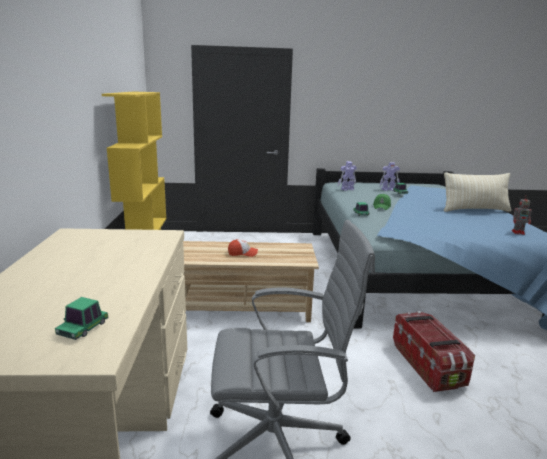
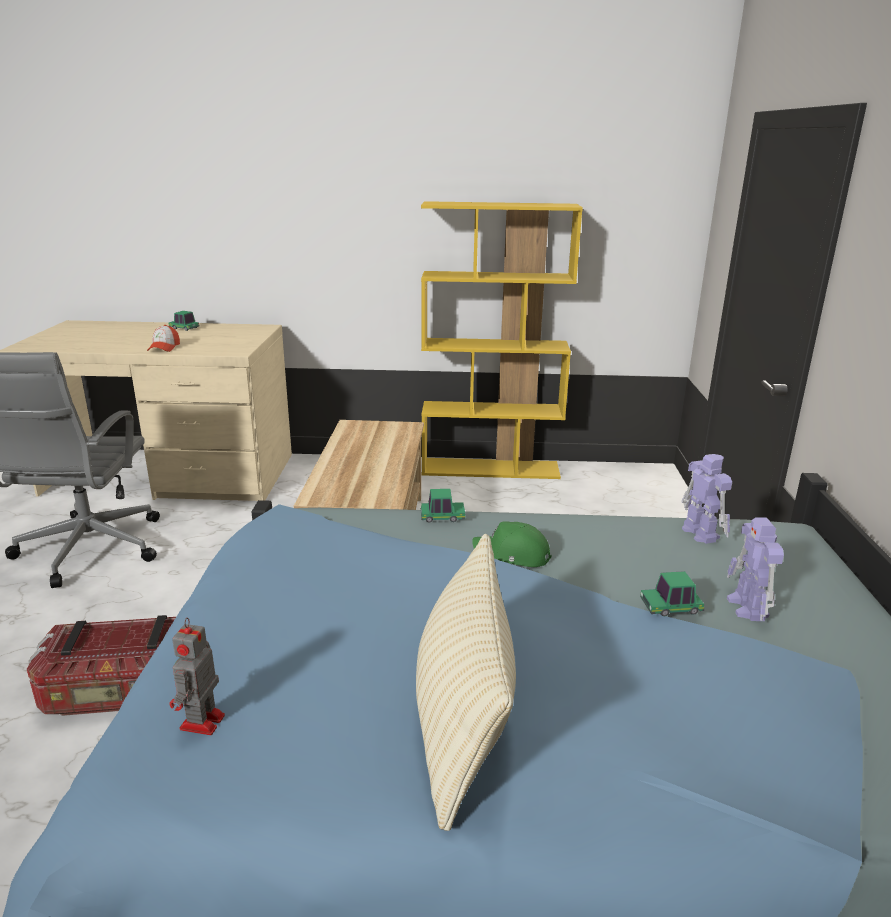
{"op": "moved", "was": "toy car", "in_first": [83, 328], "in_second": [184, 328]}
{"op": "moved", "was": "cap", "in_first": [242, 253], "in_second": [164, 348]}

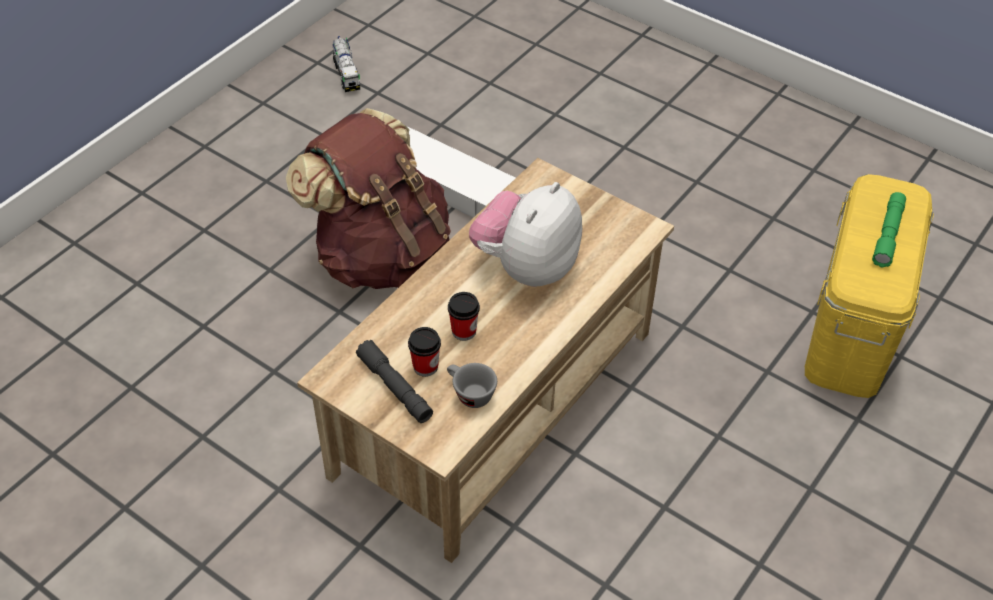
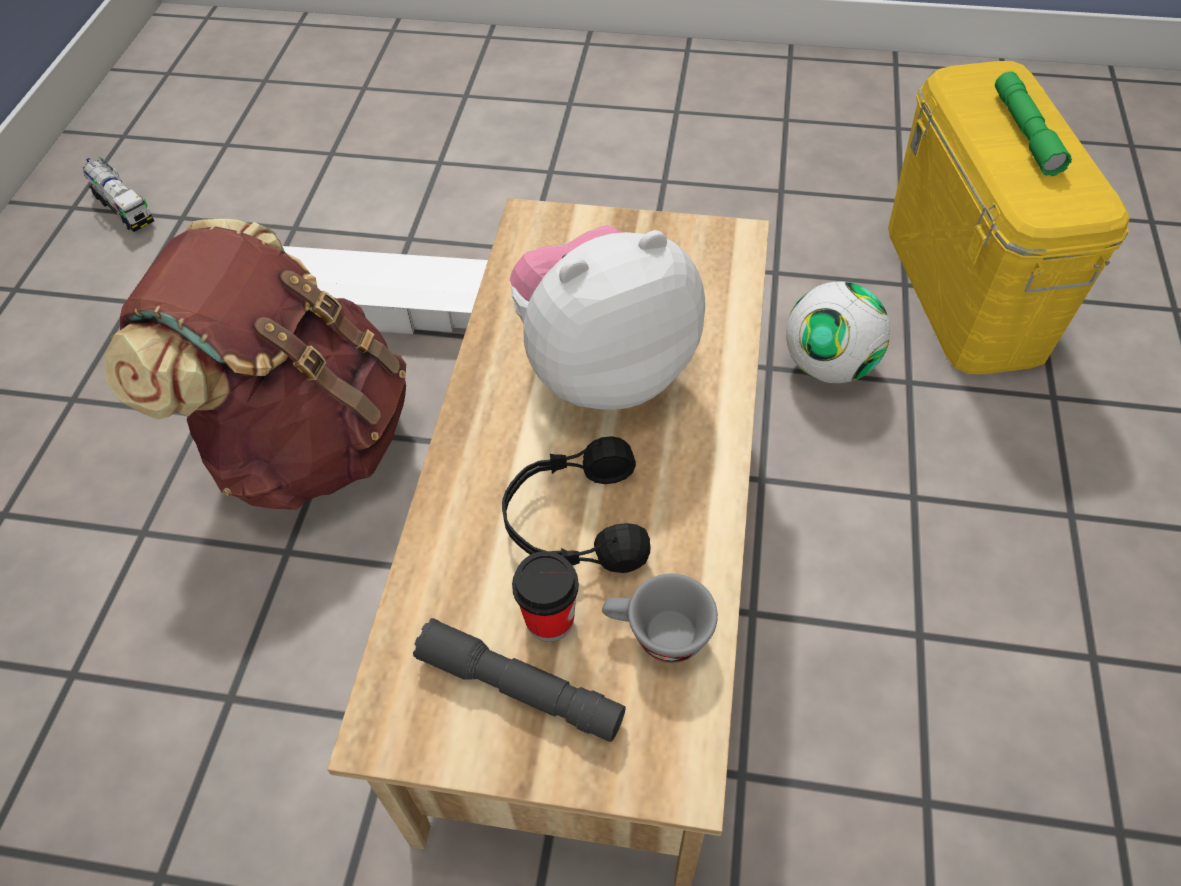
{"op": "replaced", "was": "cup", "now": "black headphones", "in_first": [464, 331], "in_second": [574, 522]}
{"op": "turned", "was": "plush toy", "in_first": [526, 267], "in_second": [603, 368], "clockwise": 60}
{"op": "added", "now": "football", "in_second": [828, 365]}

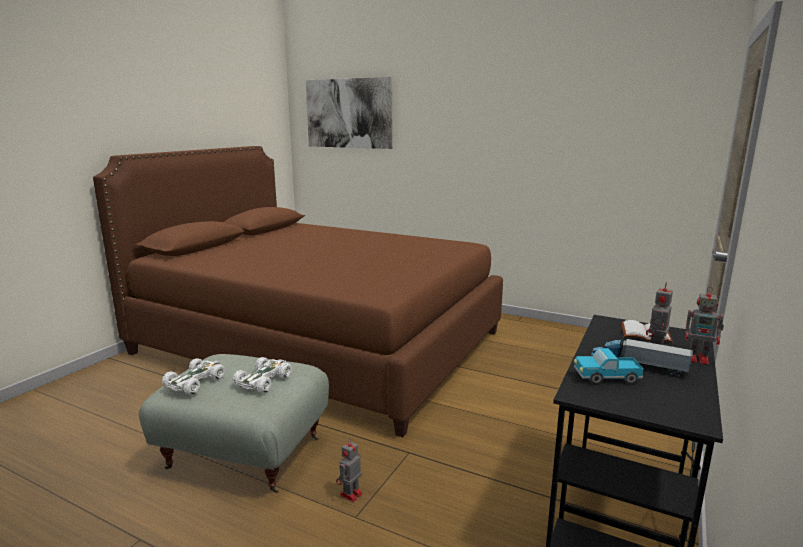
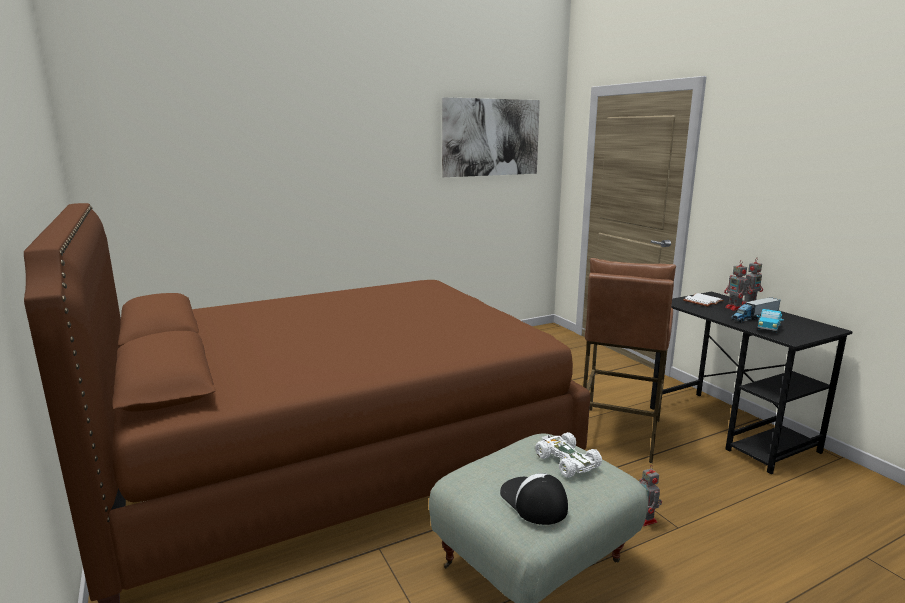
{"op": "replaced", "was": "white toy car", "now": "cap", "in_first": [195, 382], "in_second": [533, 501]}
{"op": "moved", "was": "picture", "in_first": [348, 113], "in_second": [491, 137]}
{"op": "added", "now": "brown stool", "in_second": [618, 433]}

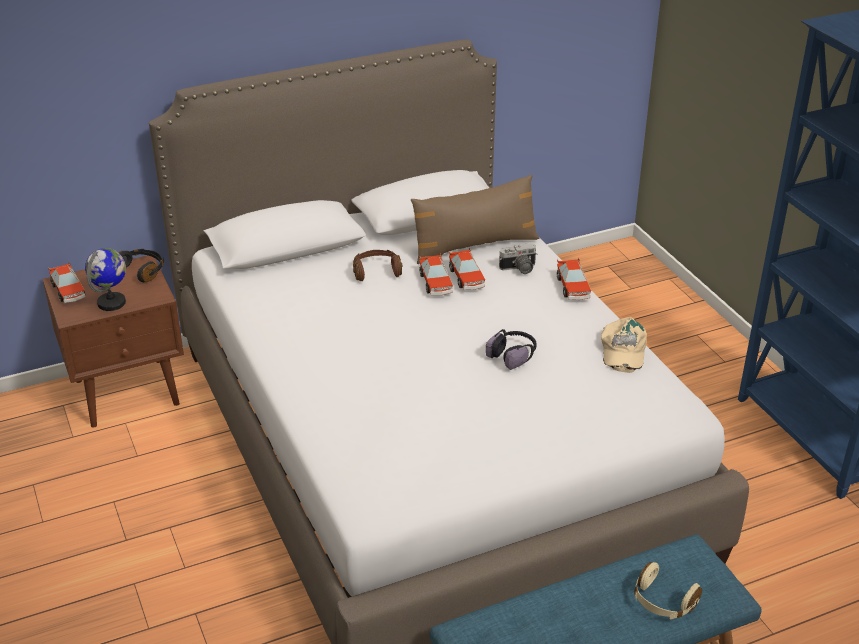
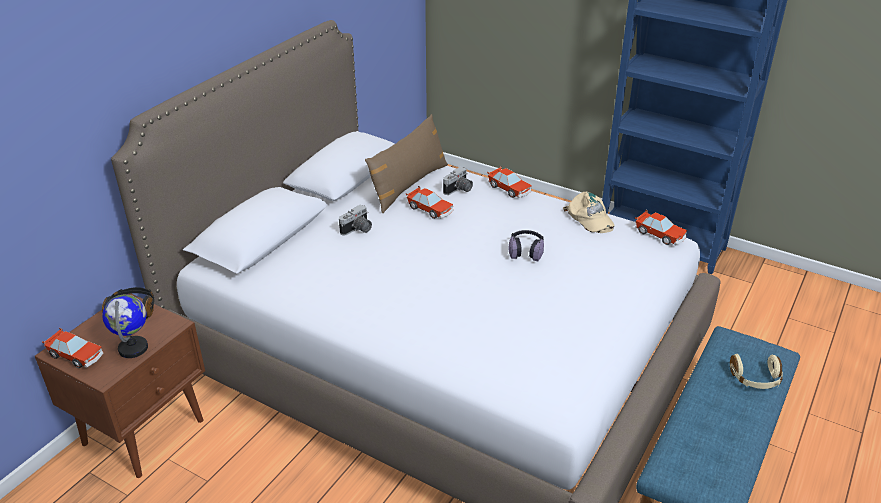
{"op": "replaced", "was": "brown headphones", "now": "photo camera", "in_first": [376, 271], "in_second": [357, 230]}
{"op": "moved", "was": "toy car", "in_first": [435, 283], "in_second": [660, 235]}

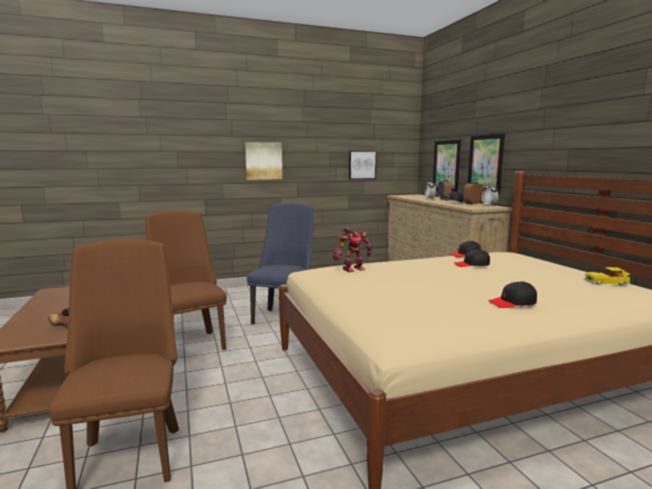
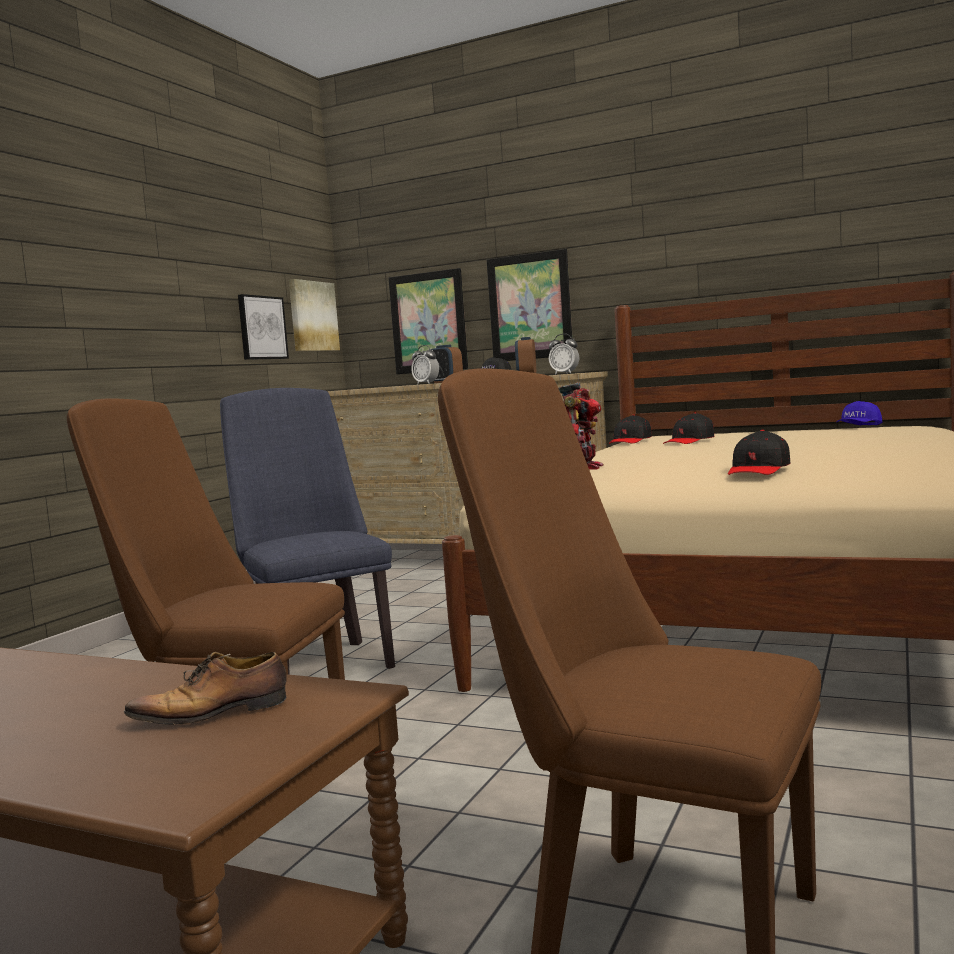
{"op": "moved", "was": "picture", "in_first": [263, 161], "in_second": [312, 316]}
{"op": "moved", "was": "black cap", "in_first": [512, 303], "in_second": [759, 470]}
{"op": "replaced", "was": "toy car", "now": "blue cap", "in_first": [607, 283], "in_second": [858, 427]}

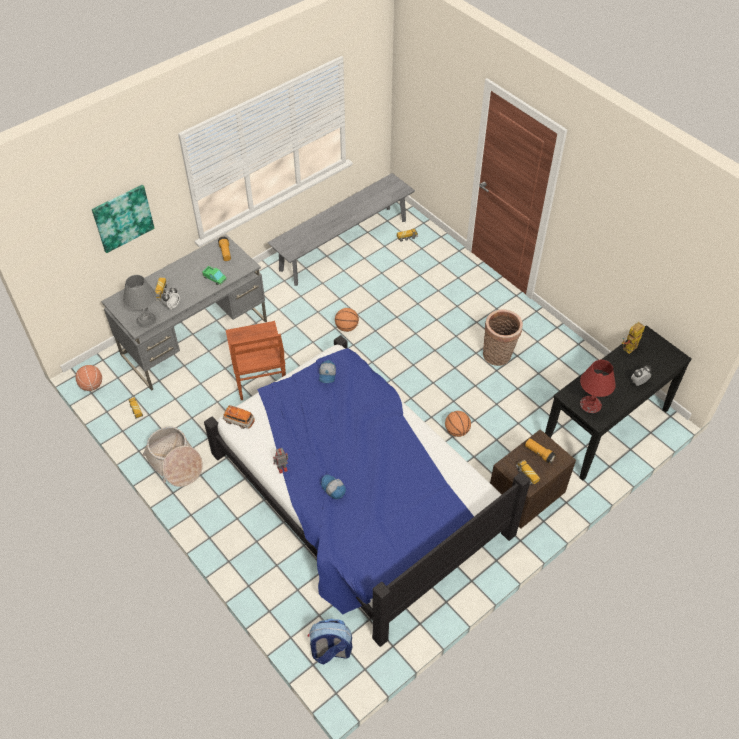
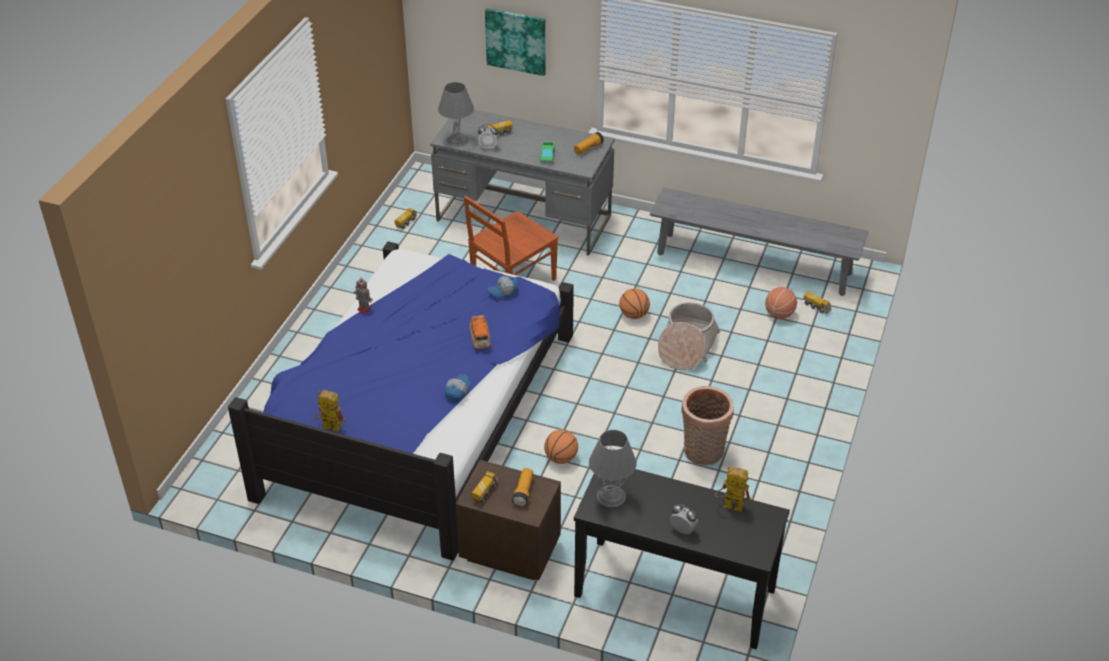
{"op": "moved", "was": "basketball", "in_first": [91, 385], "in_second": [779, 314]}
{"op": "moved", "was": "basket", "in_first": [175, 463], "in_second": [686, 347]}
{"op": "moved", "was": "toy car", "in_first": [239, 421], "in_second": [480, 339]}
{"op": "removed", "was": "backpack", "in_first": [330, 651]}
{"op": "moved", "was": "cap", "in_first": [333, 489], "in_second": [457, 391]}
{"op": "recoloured", "was": "red table lamp", "now": "grey table lamp", "in_first": [590, 404], "in_second": [611, 495]}
{"op": "added", "now": "toy robot", "in_second": [327, 427]}

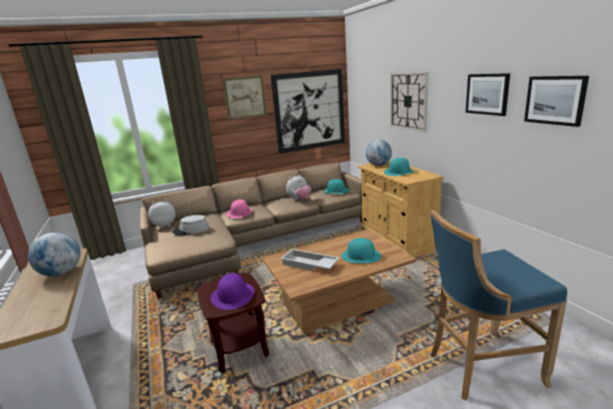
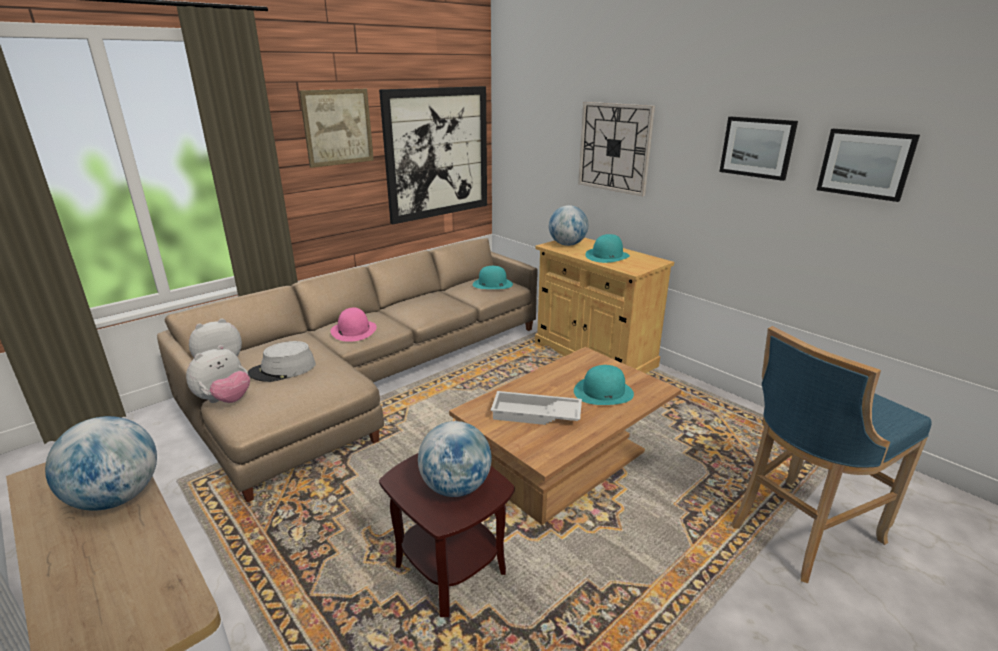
{"op": "replaced", "was": "purple hat", "now": "globe", "in_first": [233, 295], "in_second": [456, 487]}
{"op": "moved", "was": "plush toy", "in_first": [299, 199], "in_second": [225, 400]}

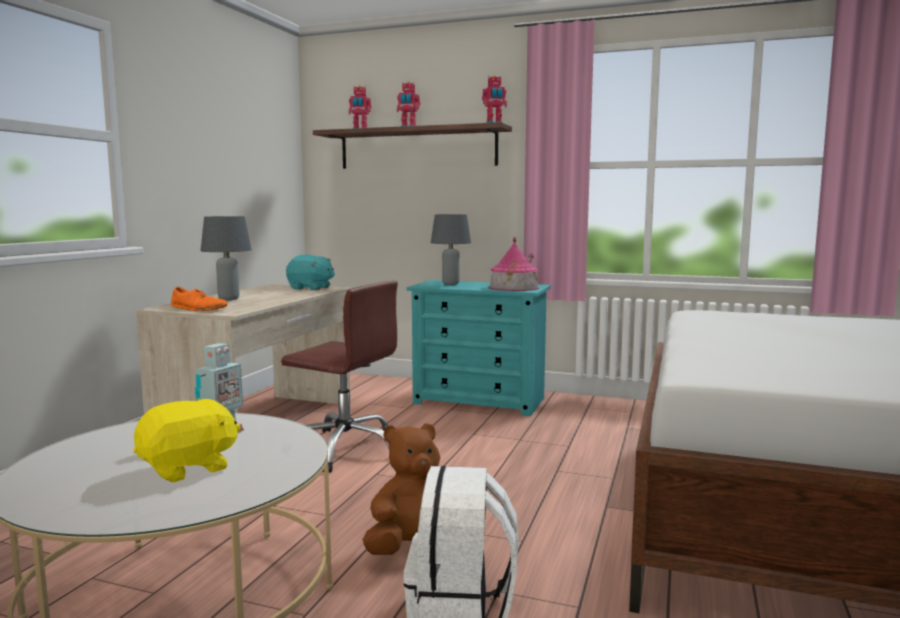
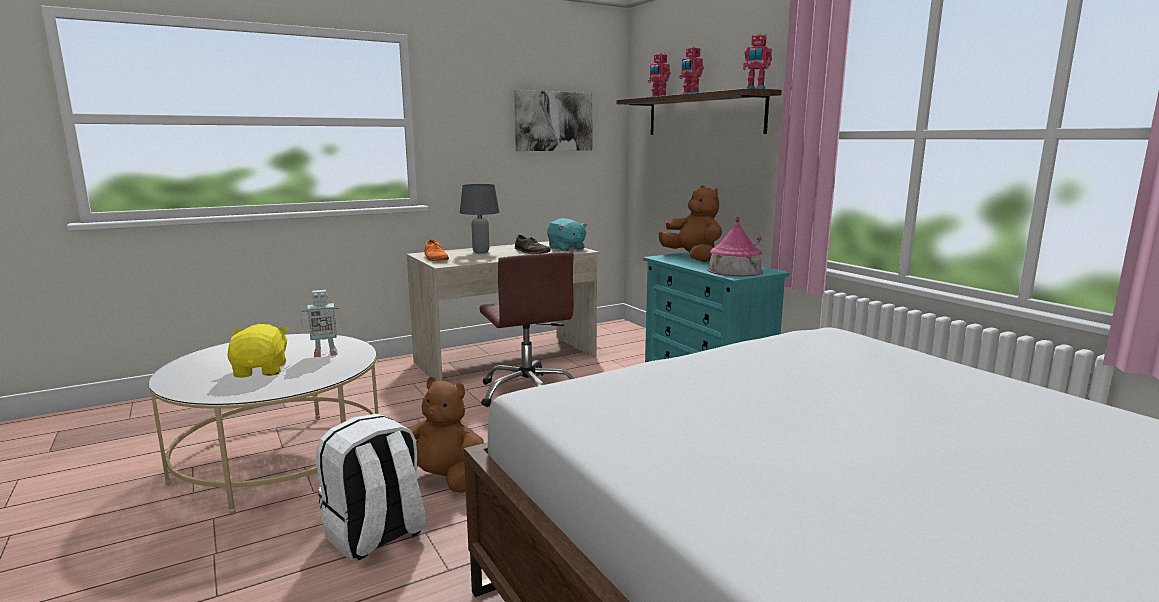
{"op": "turned", "was": "yellow plush toy", "in_first": [188, 468], "in_second": [261, 370], "clockwise": -105}
{"op": "replaced", "was": "grey table lamp", "now": "brown plush toy", "in_first": [451, 284], "in_second": [693, 258]}
{"op": "added", "now": "picture", "in_second": [553, 121]}
{"op": "added", "now": "brown shoe", "in_second": [532, 252]}

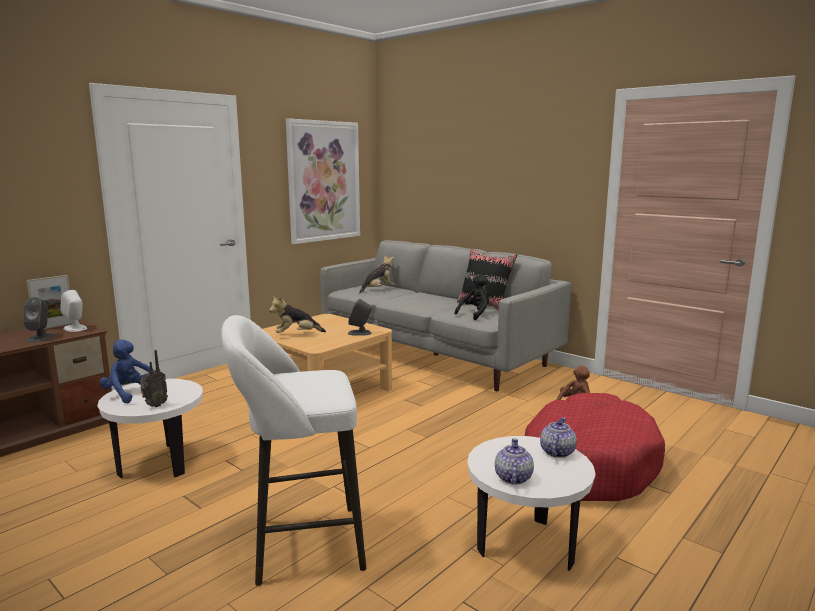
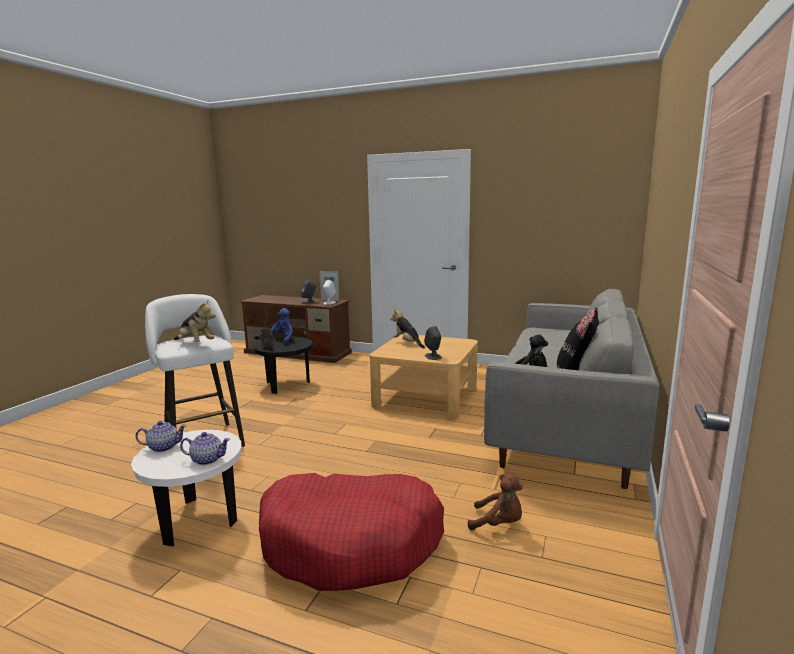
{"op": "recoloured", "was": "white side table", "now": "black side table", "in_first": [159, 463], "in_second": [286, 385]}
{"op": "removed", "was": "picture", "in_first": [324, 181]}
{"op": "moved", "was": "plush toy", "in_first": [378, 290], "in_second": [195, 343]}

